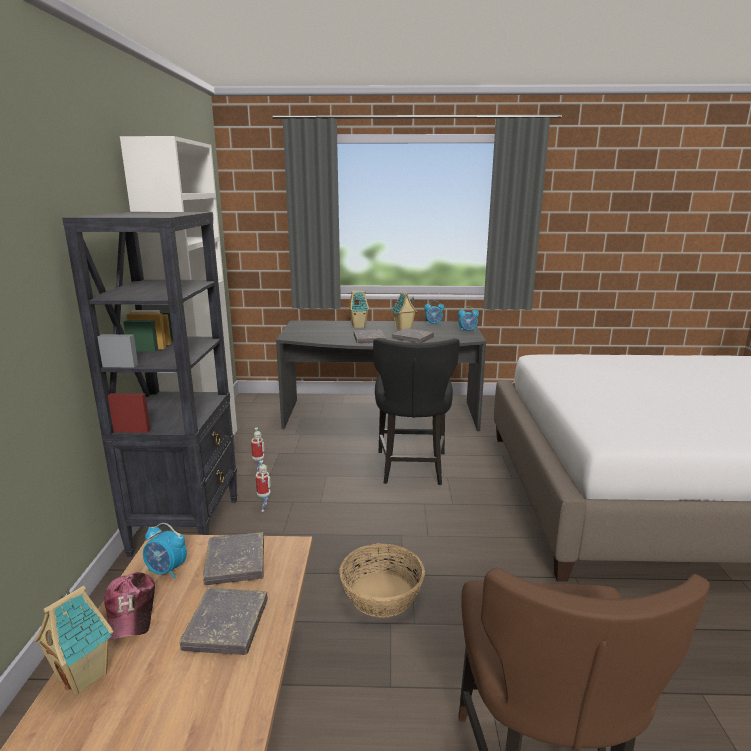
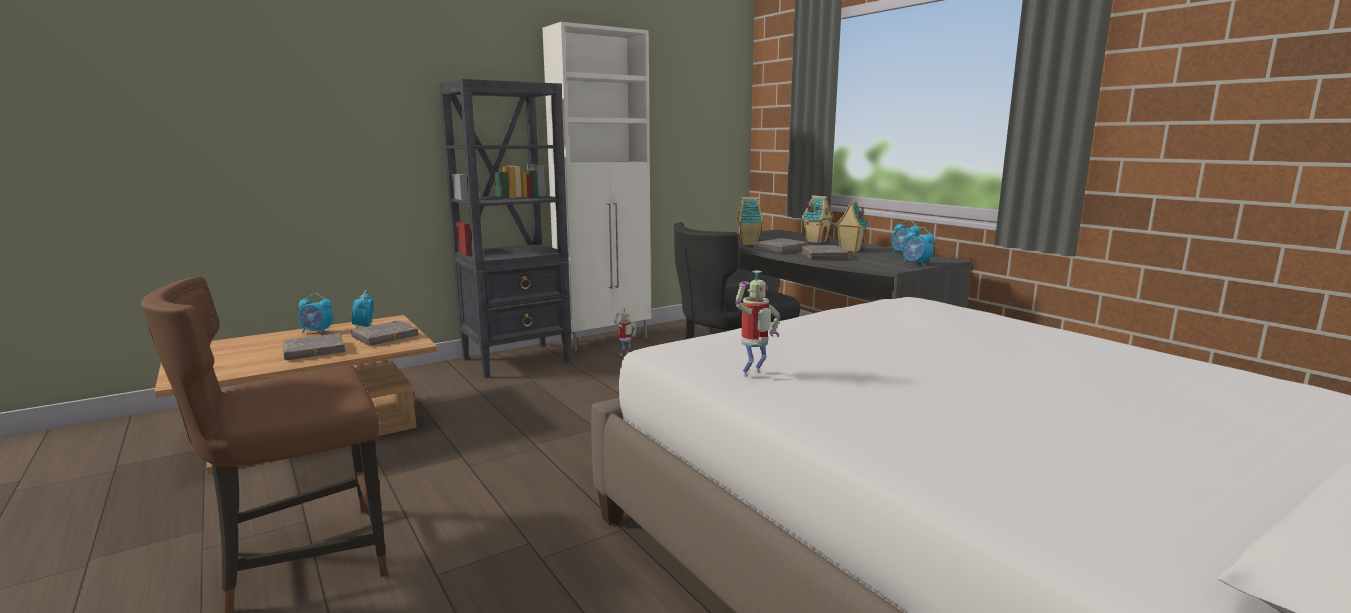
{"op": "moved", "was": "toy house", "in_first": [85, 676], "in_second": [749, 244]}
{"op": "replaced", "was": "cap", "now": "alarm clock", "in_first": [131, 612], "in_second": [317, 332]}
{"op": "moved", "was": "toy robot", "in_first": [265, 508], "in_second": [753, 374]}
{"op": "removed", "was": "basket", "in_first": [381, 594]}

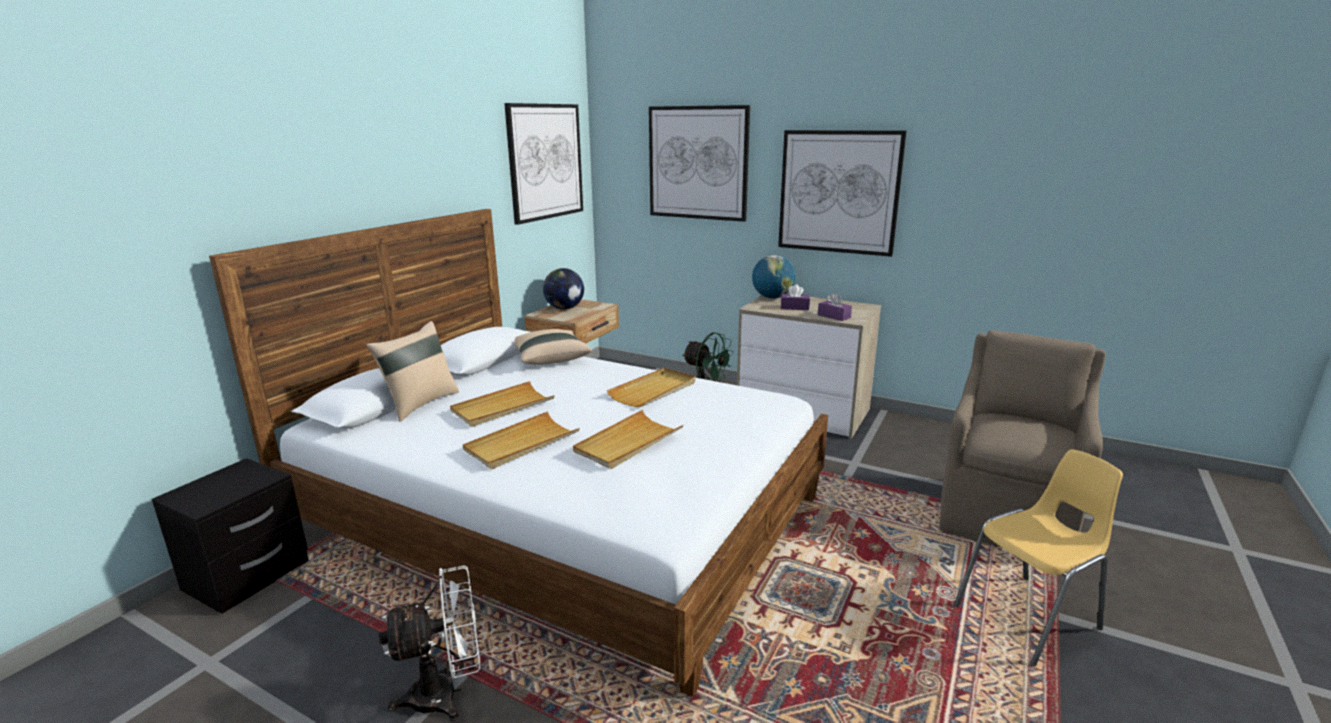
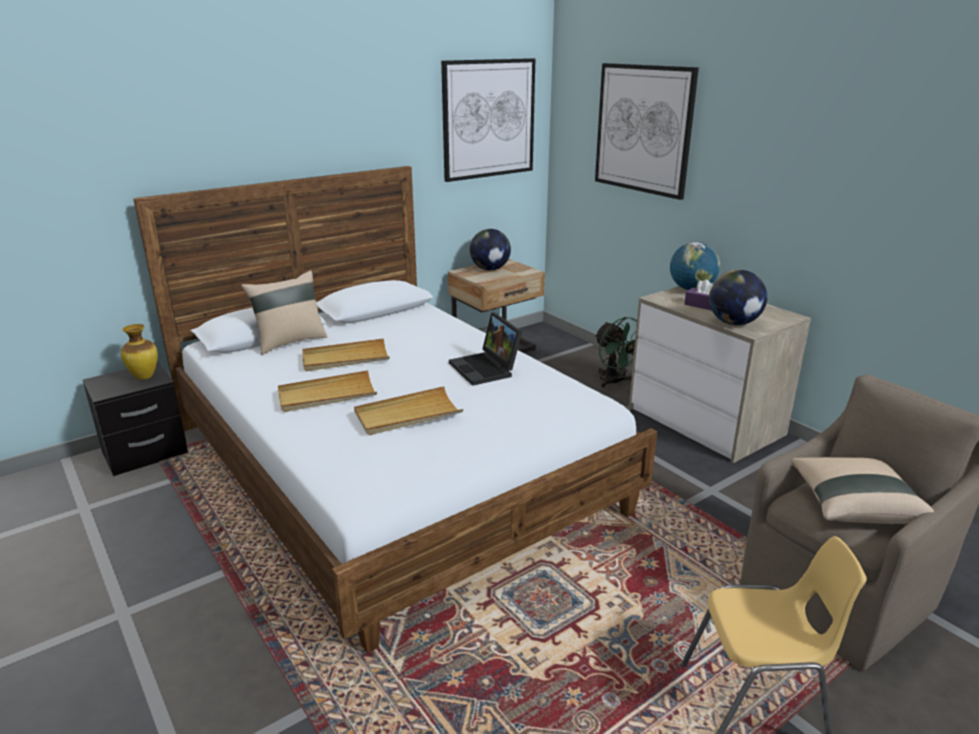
{"op": "removed", "was": "white fan", "in_first": [447, 694]}
{"op": "moved", "was": "beige pillow", "in_first": [550, 359], "in_second": [853, 505]}
{"op": "replaced", "was": "beige tray", "now": "laptop", "in_first": [653, 390], "in_second": [486, 369]}
{"op": "removed", "was": "picture", "in_first": [838, 192]}
{"op": "replaced", "was": "purple tissue box", "now": "globe", "in_first": [834, 316], "in_second": [734, 323]}
{"op": "added", "now": "vase", "in_second": [145, 377]}

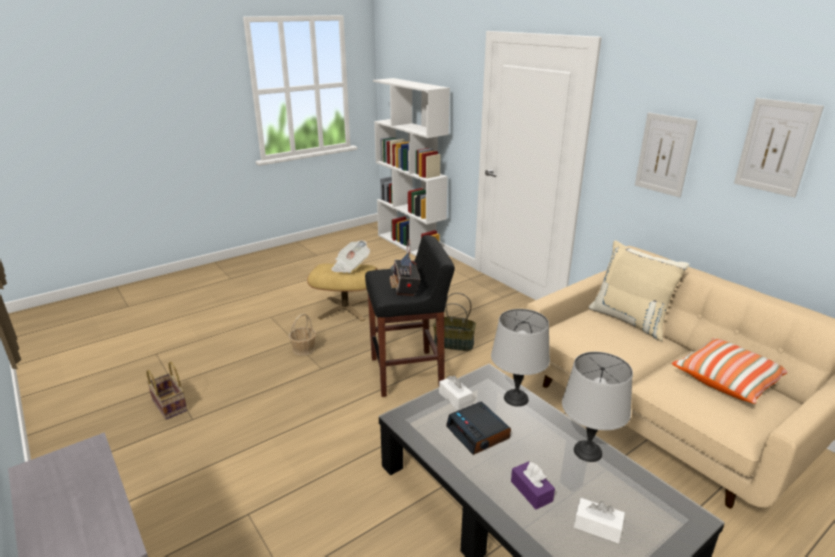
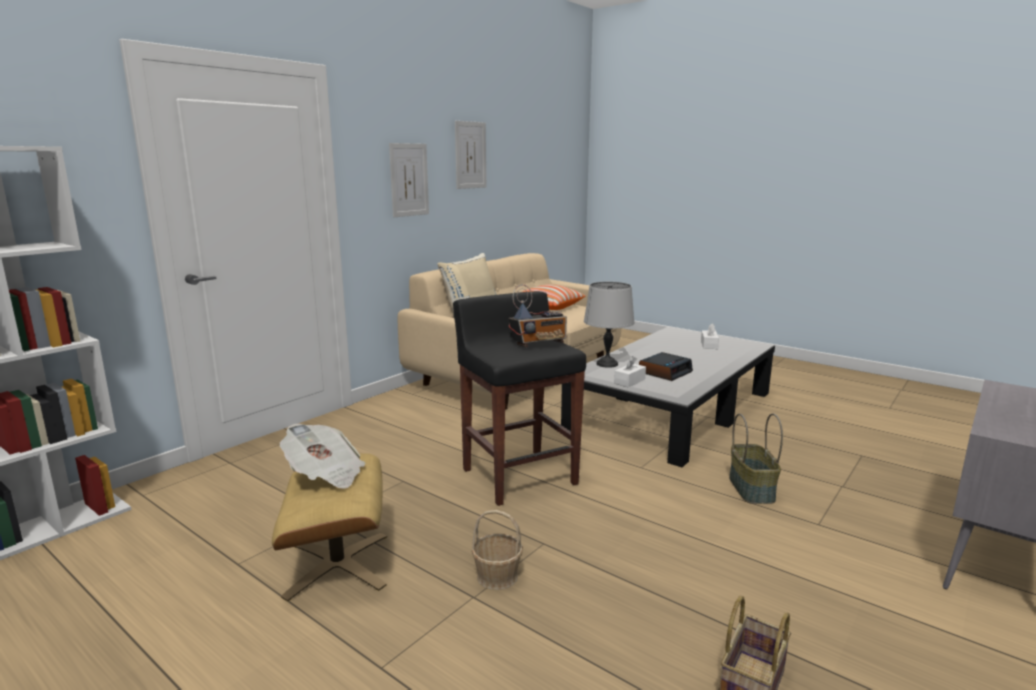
{"op": "moved", "was": "basket", "in_first": [453, 344], "in_second": [752, 489]}
{"op": "removed", "was": "purple tissue box", "in_first": [531, 491]}
{"op": "removed", "was": "grey table lamp", "in_first": [587, 451]}

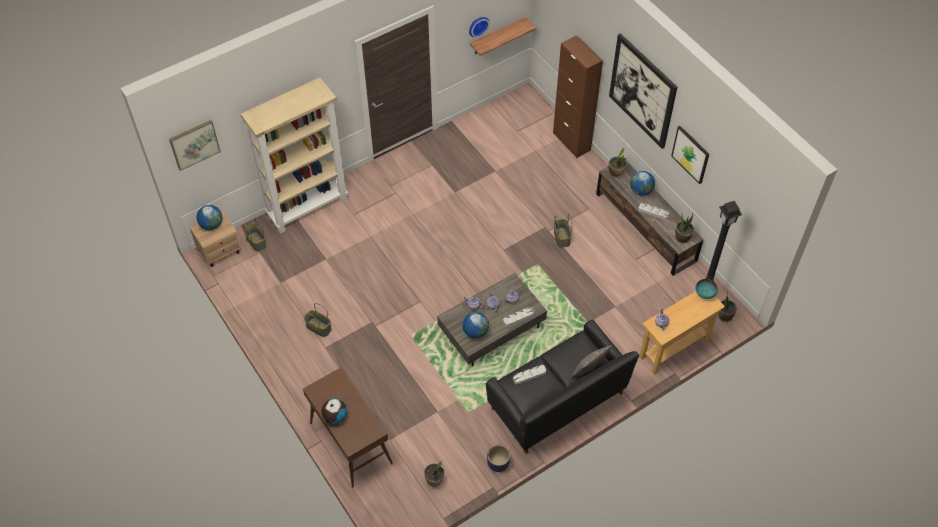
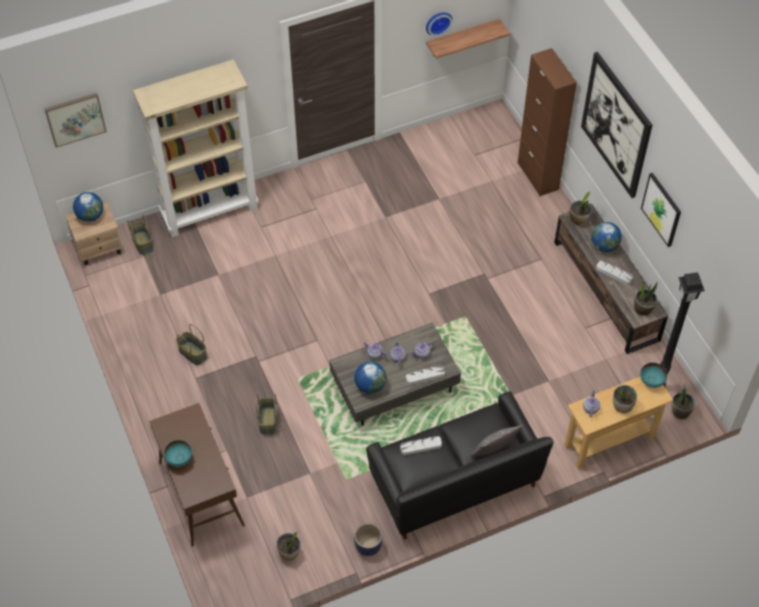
{"op": "replaced", "was": "globe", "now": "turquoise bowl", "in_first": [335, 417], "in_second": [179, 460]}
{"op": "moved", "was": "basket", "in_first": [562, 237], "in_second": [268, 421]}
{"op": "added", "now": "potted plant", "in_second": [622, 406]}

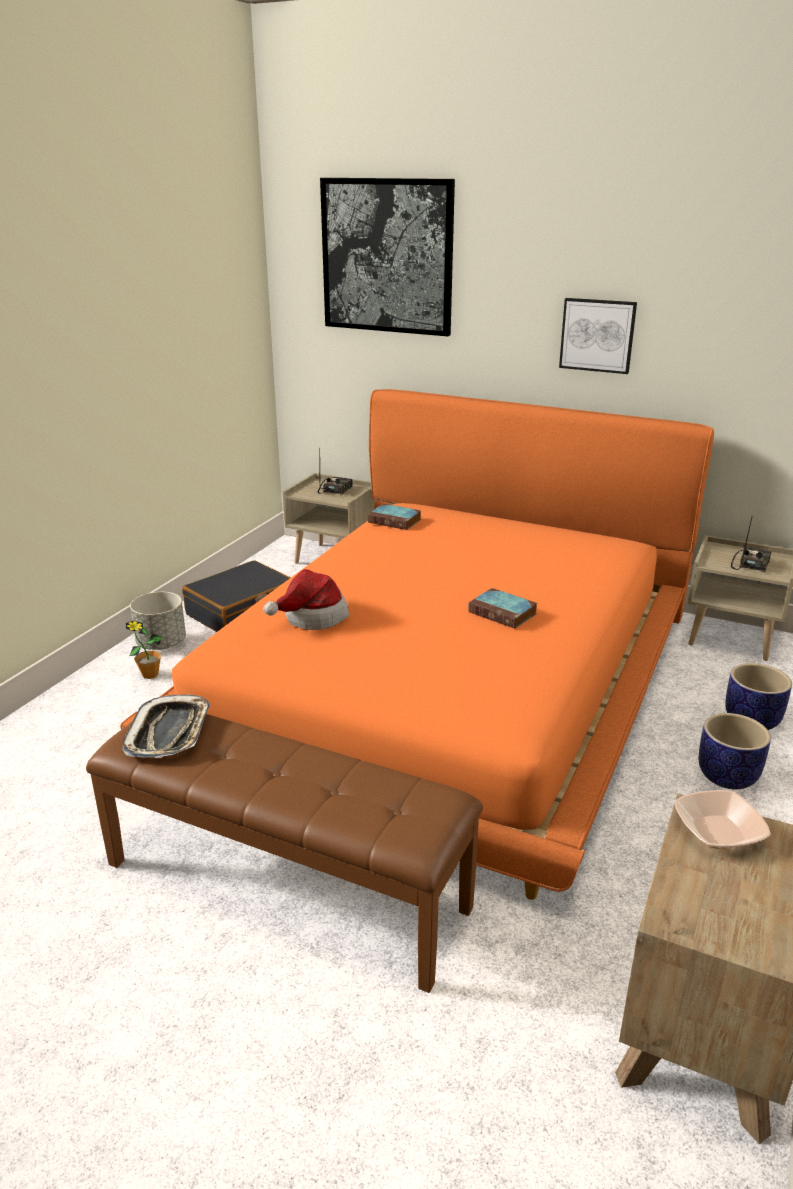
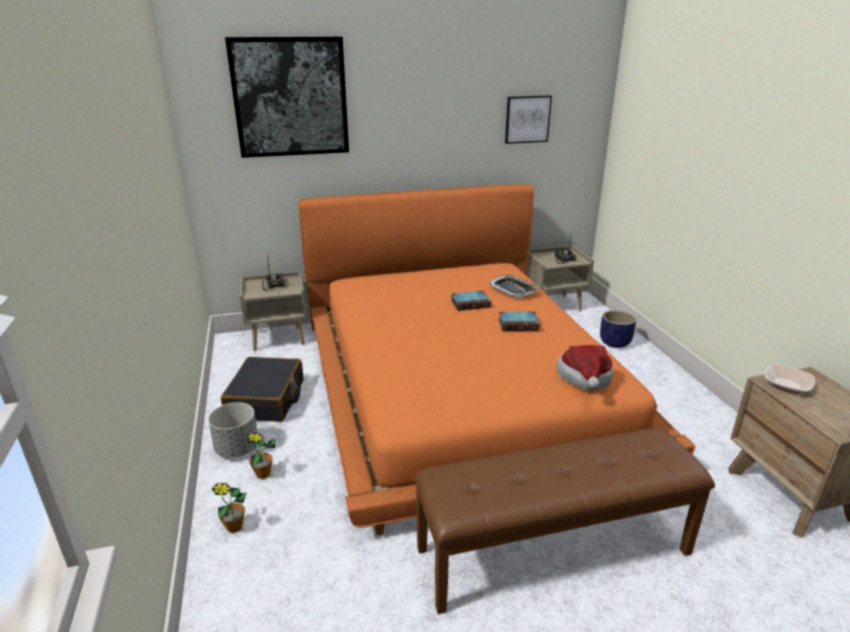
{"op": "moved", "was": "tray", "in_first": [169, 733], "in_second": [513, 290]}
{"op": "moved", "was": "hat", "in_first": [311, 617], "in_second": [584, 379]}
{"op": "moved", "was": "book", "in_first": [395, 521], "in_second": [471, 303]}
{"op": "moved", "was": "picture", "in_first": [597, 335], "in_second": [527, 119]}
{"op": "removed", "was": "planter", "in_first": [728, 777]}
{"op": "added", "now": "potted plant", "in_second": [234, 527]}

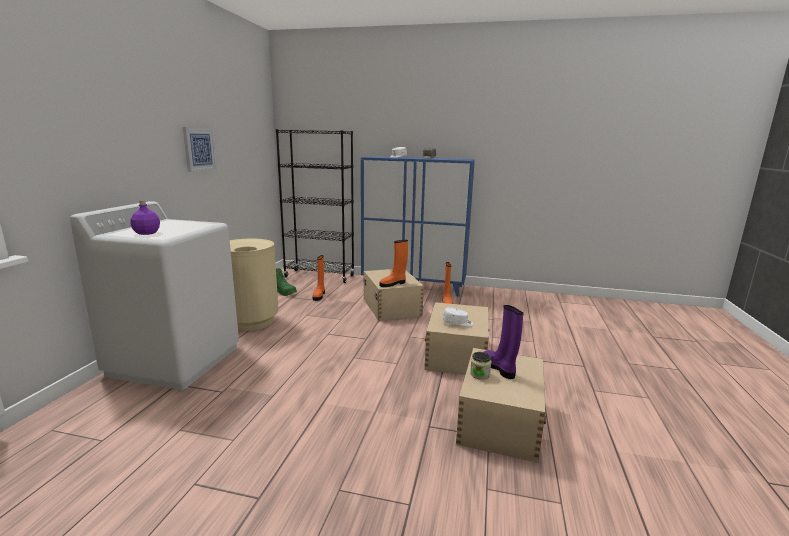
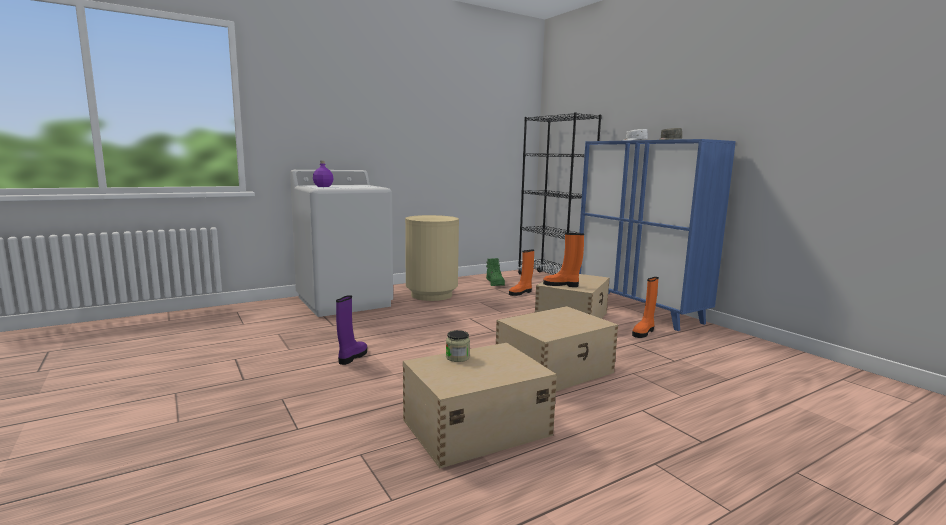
{"op": "removed", "was": "picture", "in_first": [199, 149]}
{"op": "removed", "was": "white cap", "in_first": [457, 323]}
{"op": "moved", "was": "purple boot", "in_first": [499, 368], "in_second": [352, 357]}

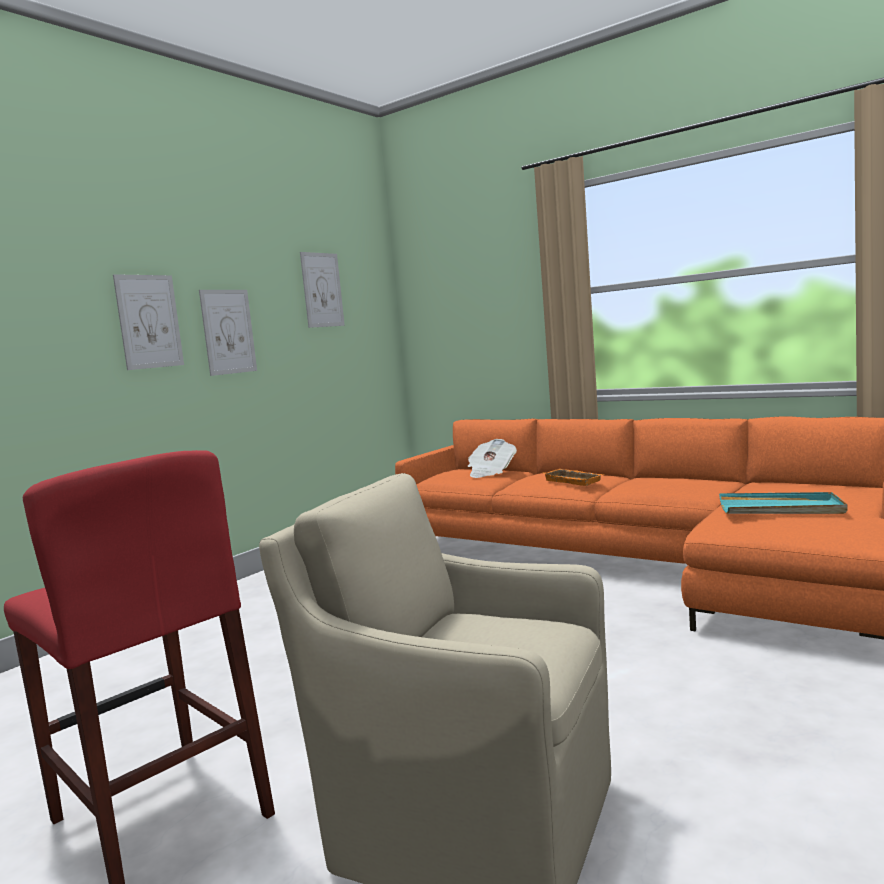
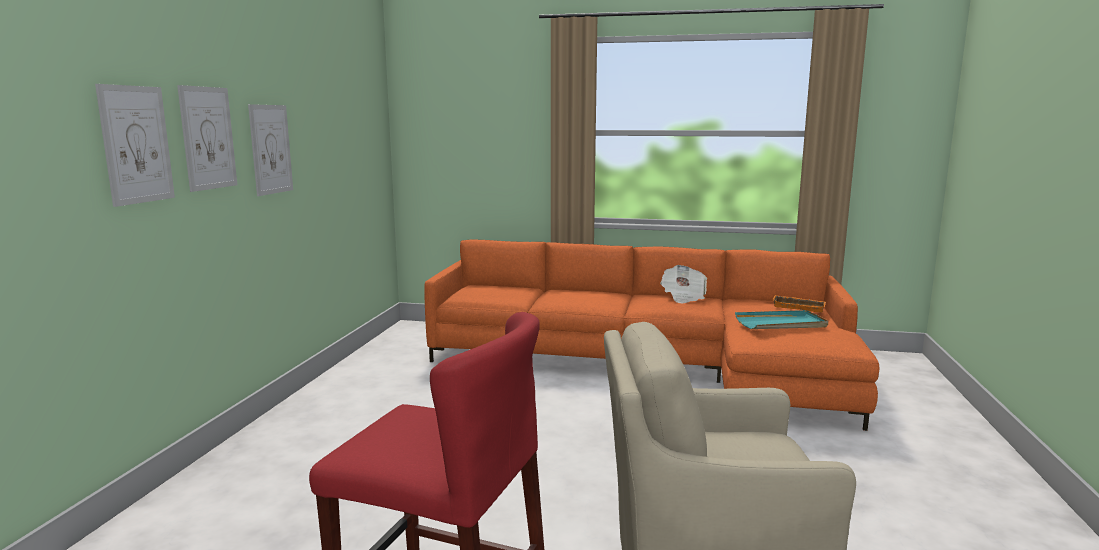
{"op": "moved", "was": "picture", "in_first": [322, 290], "in_second": [136, 144]}
{"op": "moved", "was": "newspaper", "in_first": [490, 472], "in_second": [683, 297]}
{"op": "moved", "was": "orange tray", "in_first": [575, 481], "in_second": [799, 307]}

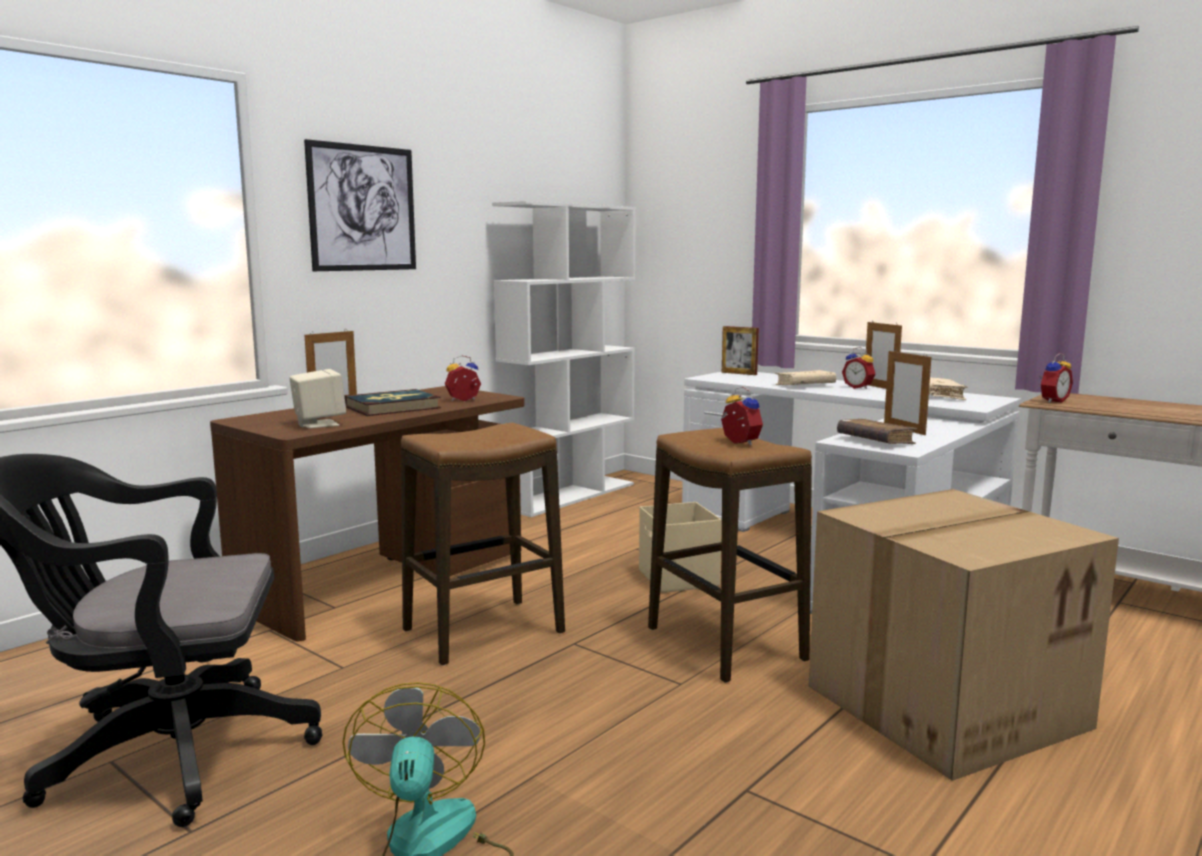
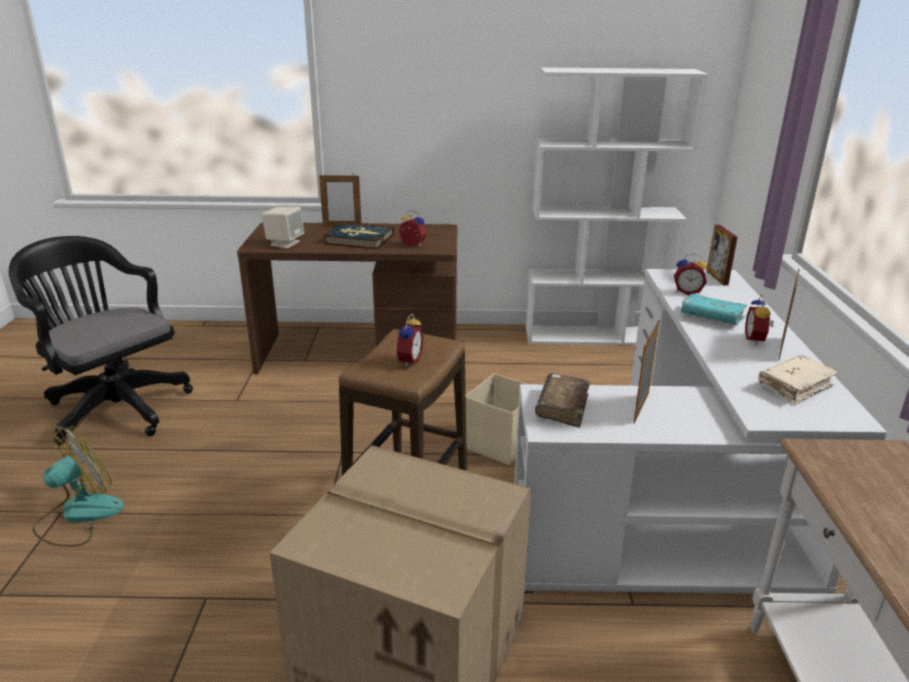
{"op": "removed", "was": "picture", "in_first": [362, 208]}
{"op": "removed", "was": "stool", "in_first": [483, 632]}
{"op": "recoloured", "was": "beige book", "now": "turquoise book", "in_first": [805, 386], "in_second": [711, 317]}
{"op": "moved", "was": "alarm clock", "in_first": [1052, 401], "in_second": [687, 292]}

